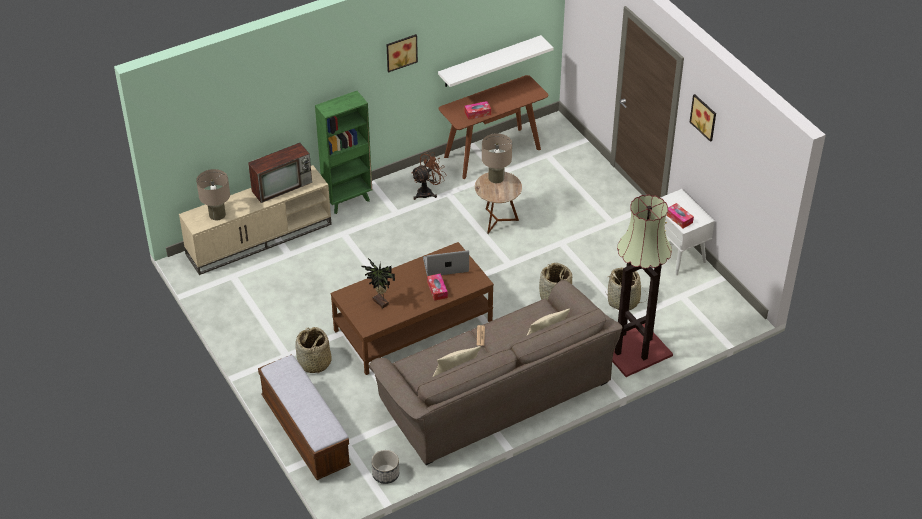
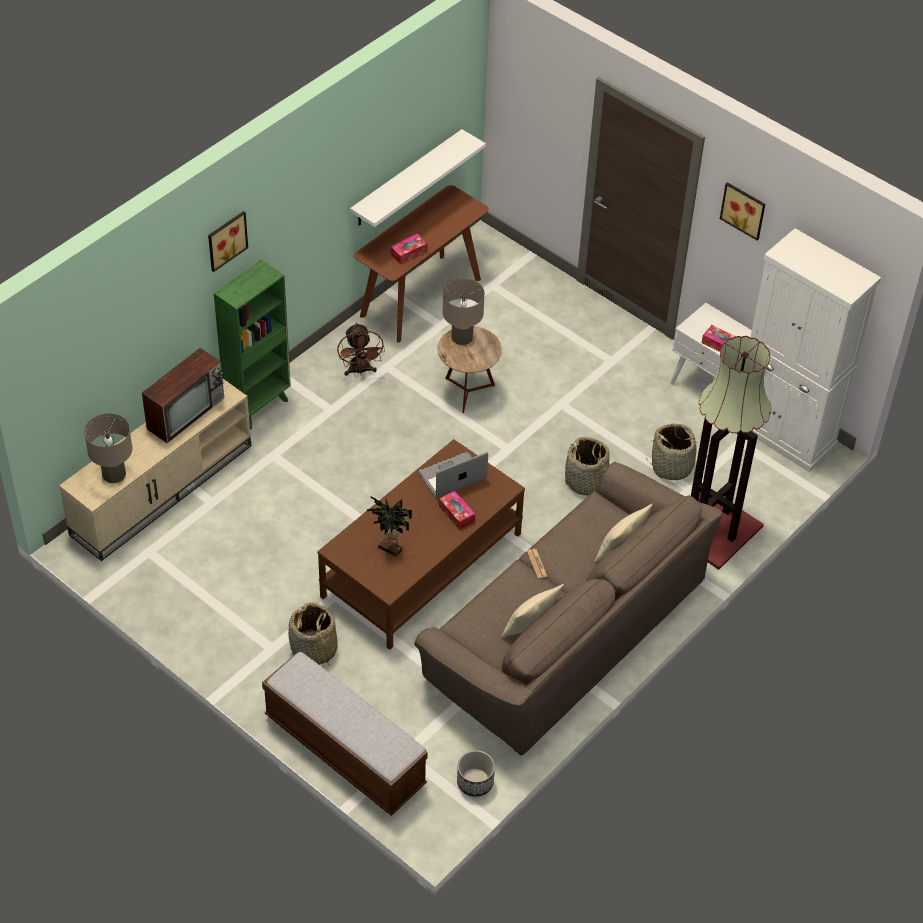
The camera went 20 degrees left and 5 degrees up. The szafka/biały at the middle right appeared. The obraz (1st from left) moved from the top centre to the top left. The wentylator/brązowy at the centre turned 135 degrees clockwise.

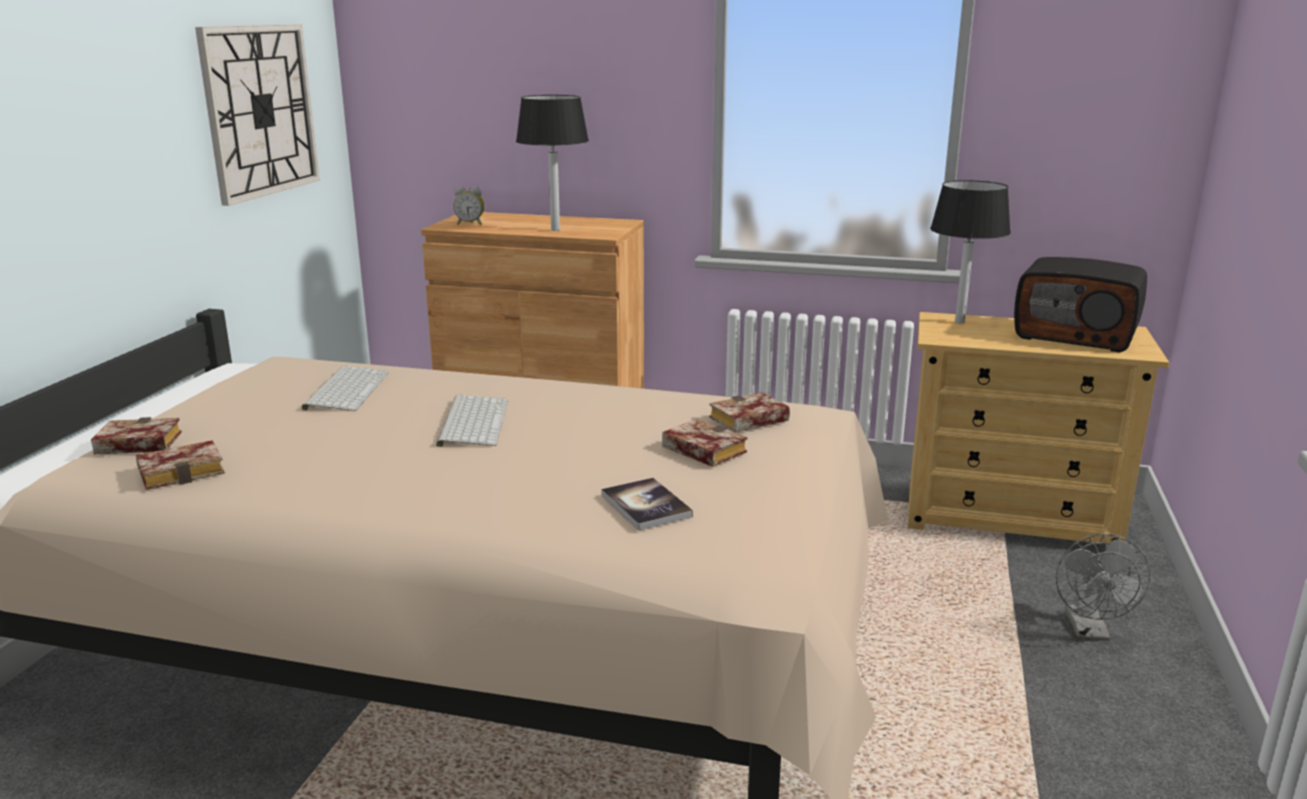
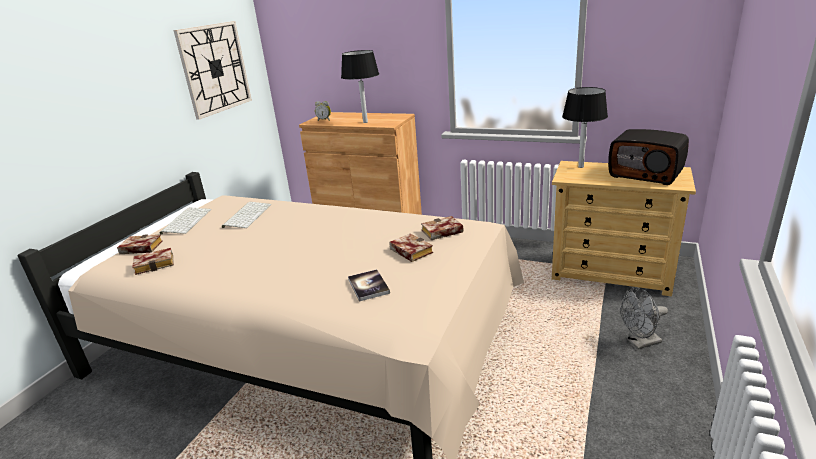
The camera went 10 degrees right and 5 degrees up. The klawiatura (2nd from left in the first image) moved from the centre to the middle left. The wentylator/szary at the bottom right turned 60 degrees clockwise.

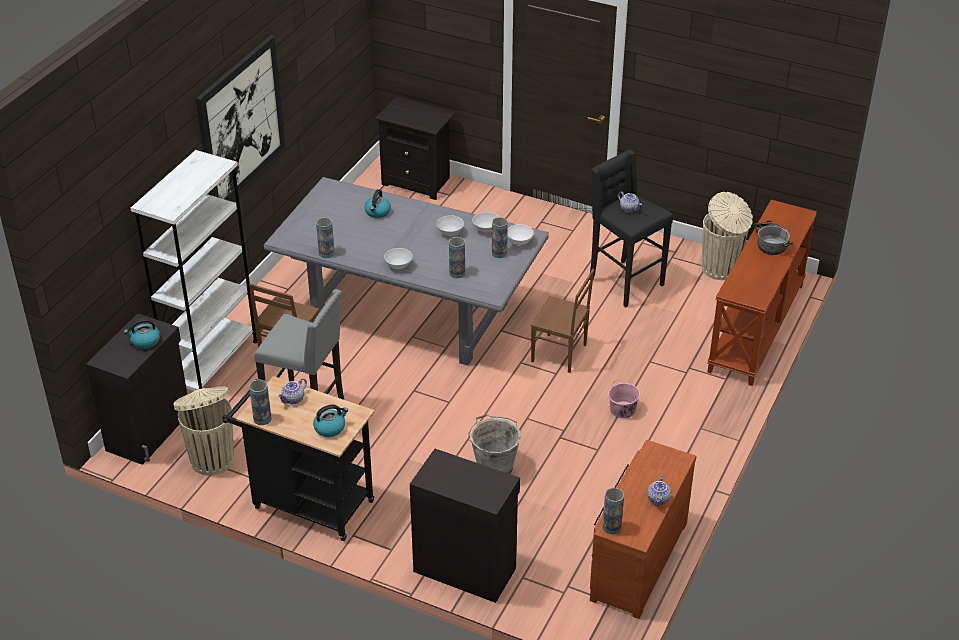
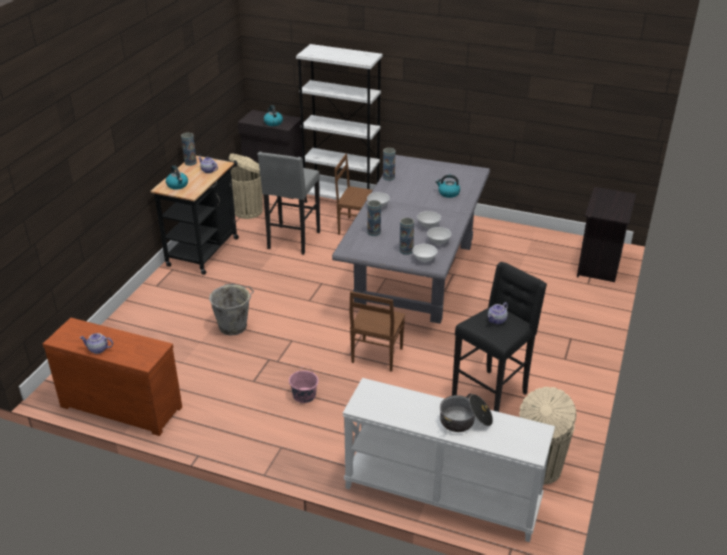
The camera went 85 degrees right and 5 degrees down. The obraz at the top left disappeared. The szafka/czarny (2nd from left) at the bottom centre disappeared. The wazon (5th from left) at the bottom centre disappeared. The stolik konsolowy/brązowy at the middle right became the stolik konsolowy/biały at the bottom centre.

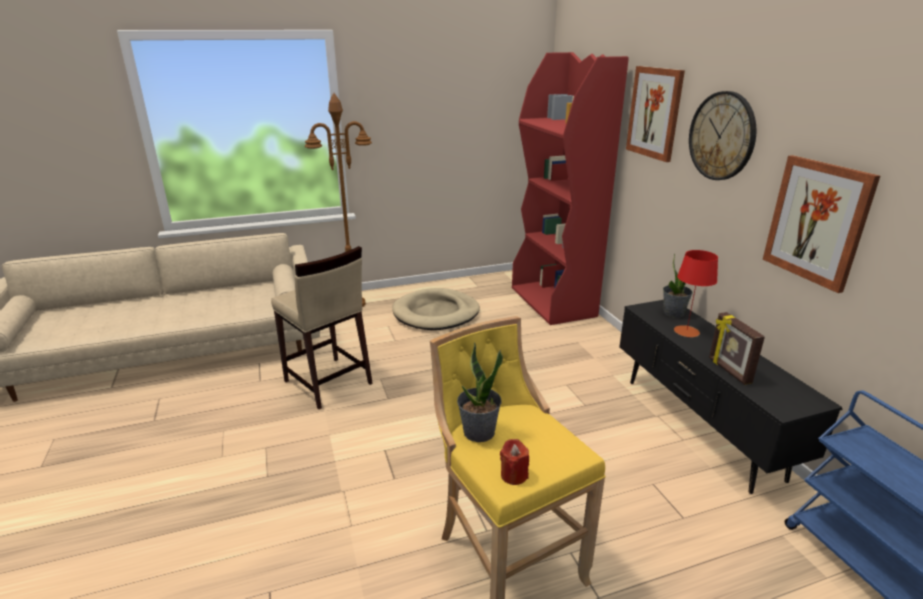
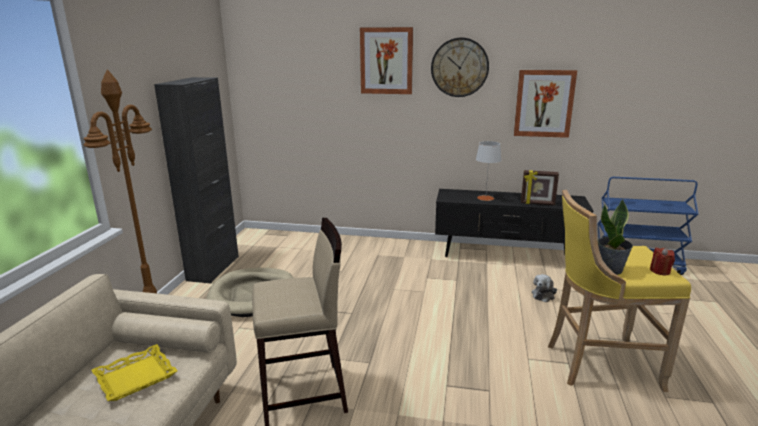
The camera went 60 degrees left and 5 degrees down. The regał/czerwony at the top centre disappeared. The roślina doniczkowa (2nd from left) at the middle right disappeared. The taca/żółty at the bottom left appeared. The szafka/czarny at the middle left appeared. The pluszak at the bottom right appeared. The lampa stołowa/czerwony at the middle right became the lampa stołowa/szary at the centre.

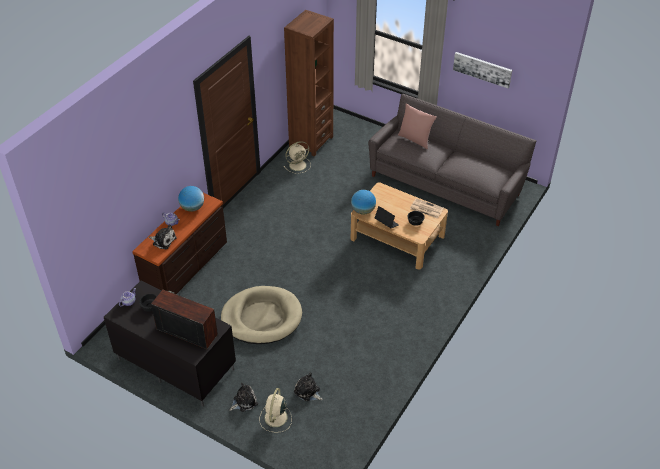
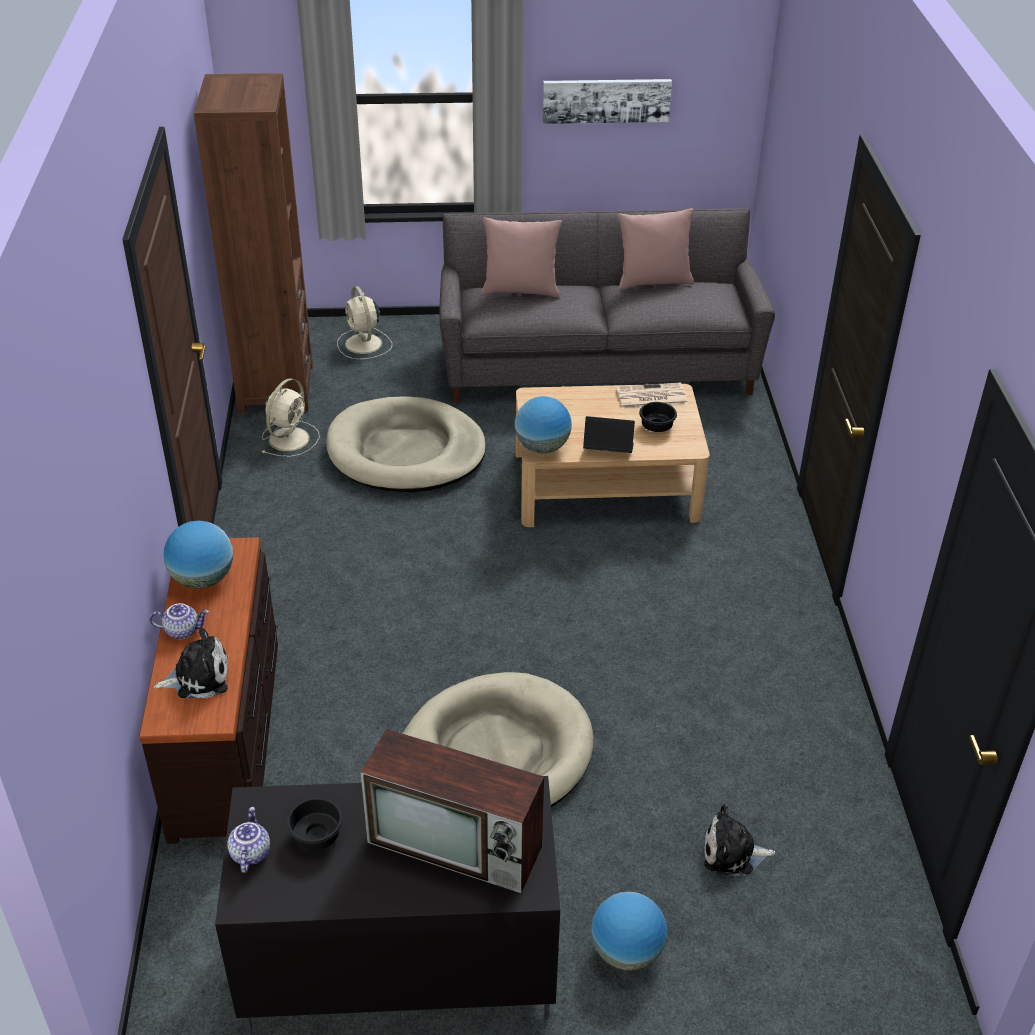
The camera went 35 degrees left and 5 degrees down. The legowisko/beżowy (1st from left) at the centre appeared. The poduszka/różowy (2nd from left) at the top centre appeared. The wentylator/beżowy (1st from left in the first image) moved from the bottom centre to the top centre. The pluszak (2nd from left) at the bottom centre was replaced by the globus (3rd from left) at the bottom centre. The telewizor at the bottom left turned 150 degrees counterclockwise.

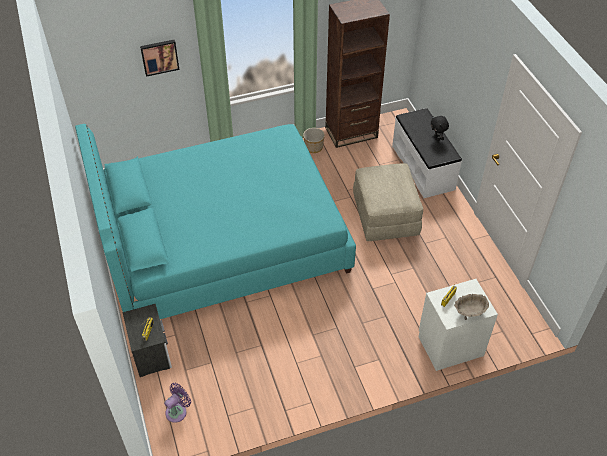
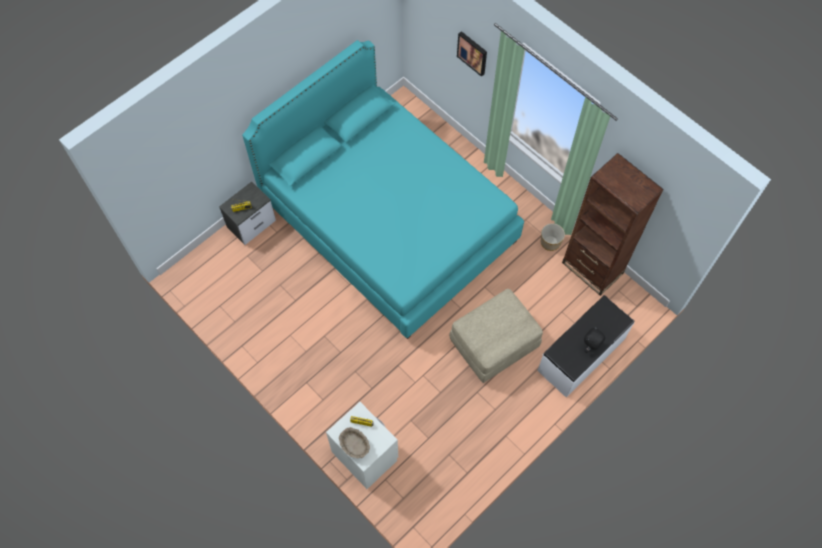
The camera went 65 degrees right and 15 degrees up. The wentylator/fioletowy at the bottom left disappeared.

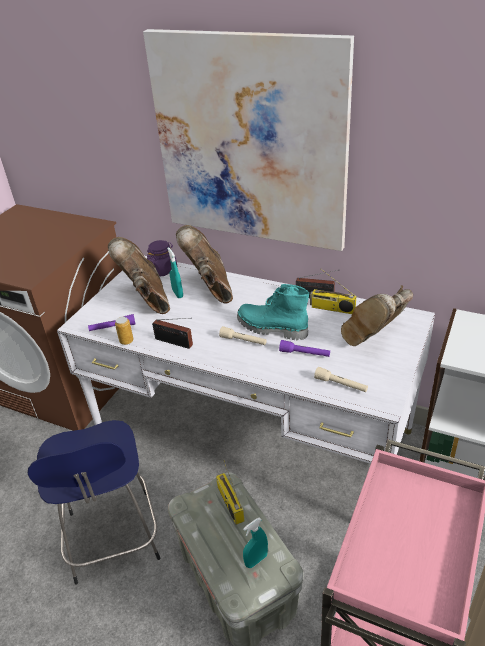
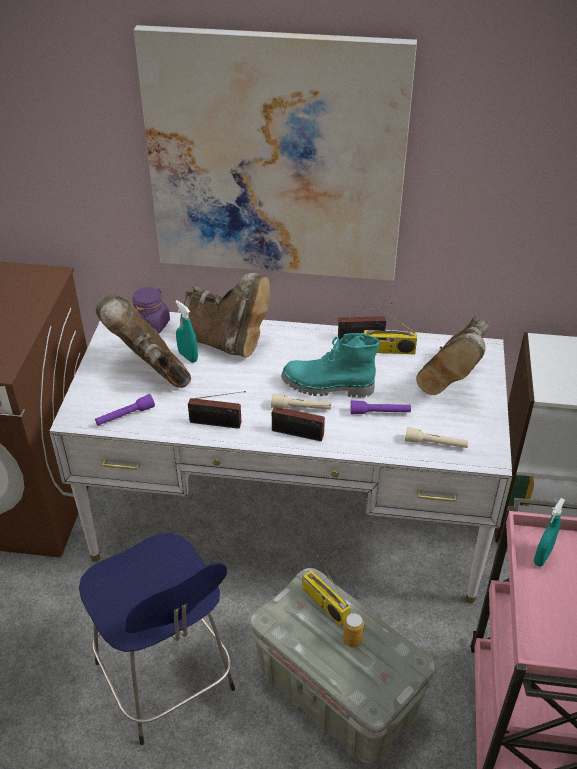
The camera went 20 degrees left and 5 degrees up. The radio (2nd from left) at the centre appeared. The puszka moved from the middle left to the bottom centre. The spryskiwacz/turkusowy (2nd from left) moved from the bottom centre to the bottom right. The but z cholewką/brązowy (2nd from left) at the centre turned 150 degrees clockwise.

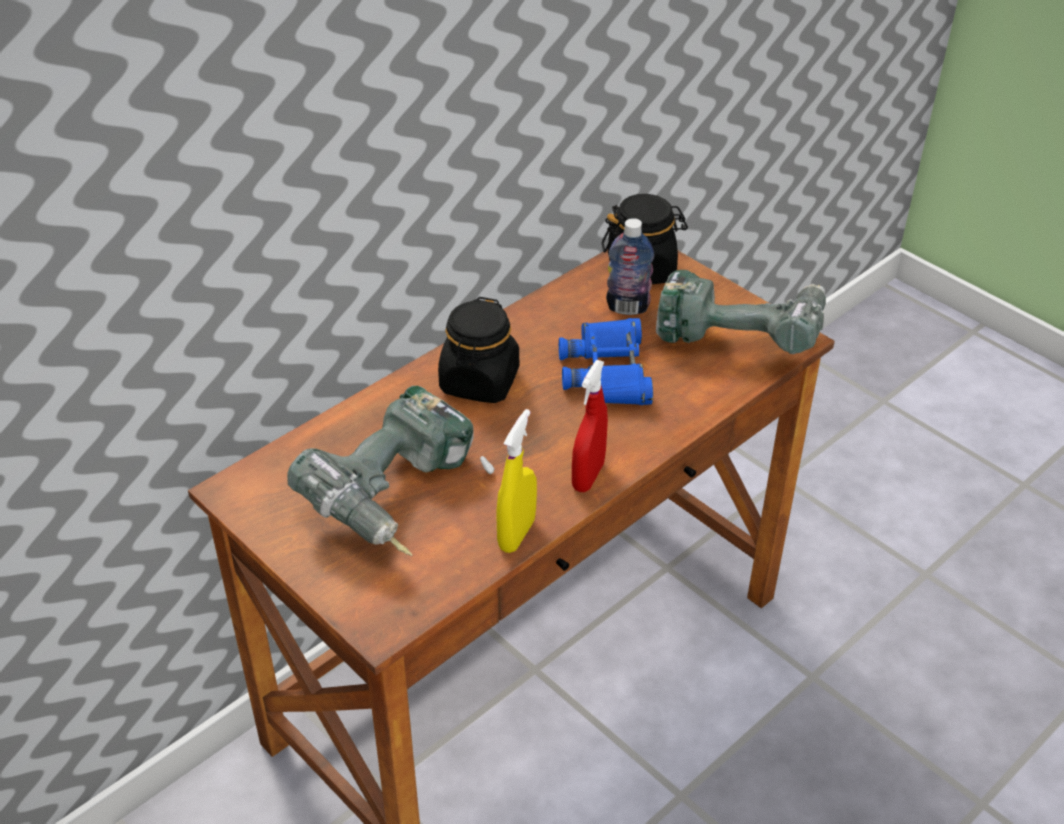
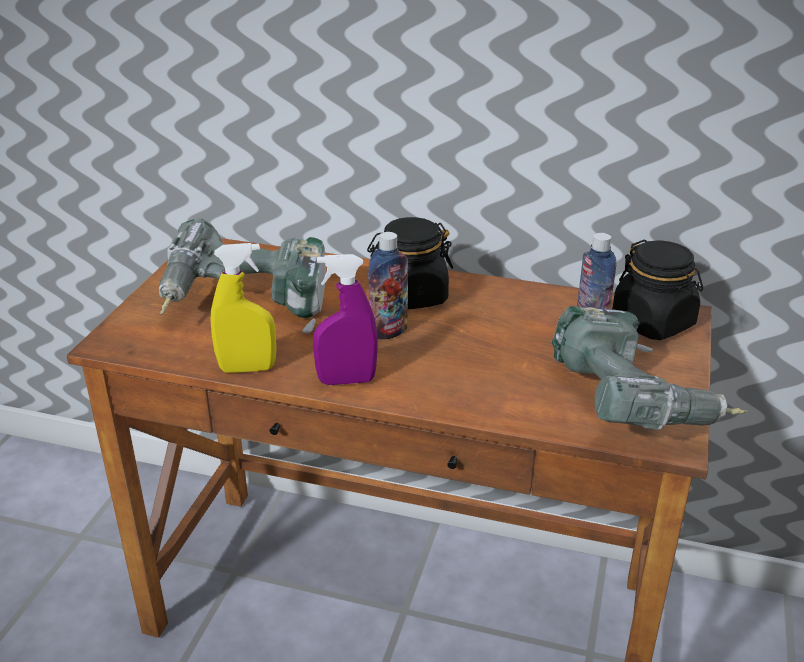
The camera went 60 degrees right and 10 degrees down. The lornetka/niebieski at the centre disappeared. The butelka (1st from left) at the centre appeared. The spryskiwacz/czerwony at the centre became the spryskiwacz/fioletowy at the centre.

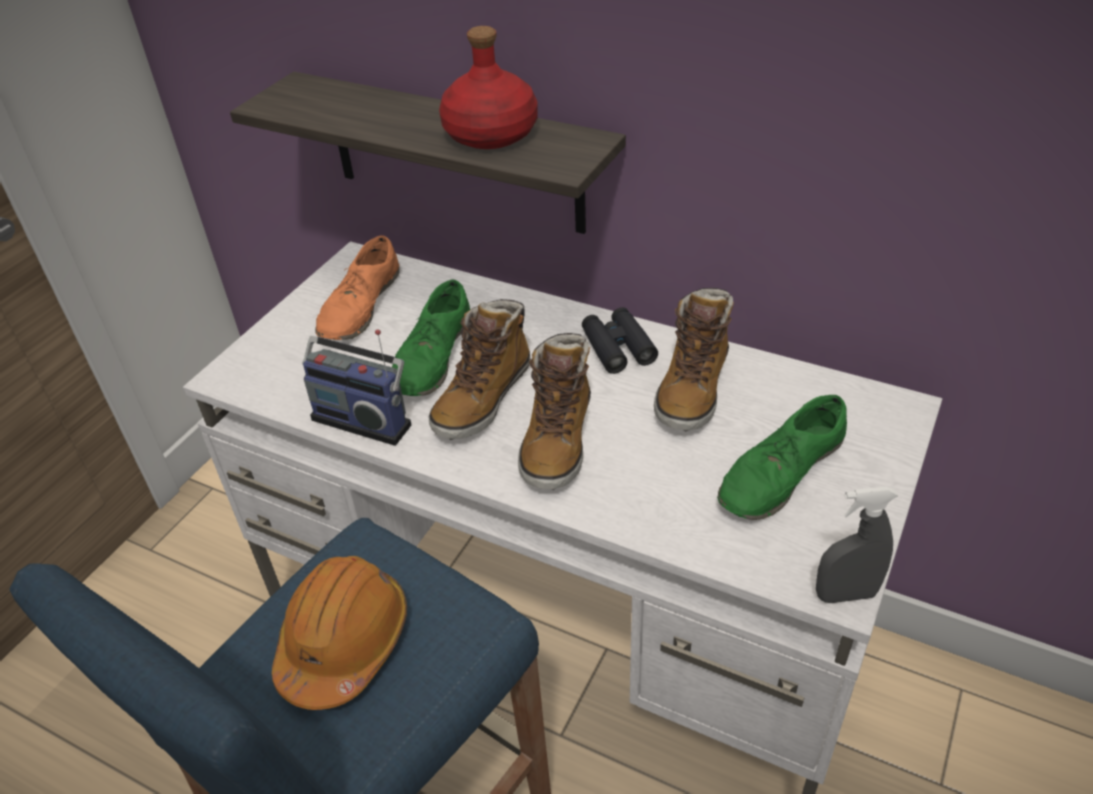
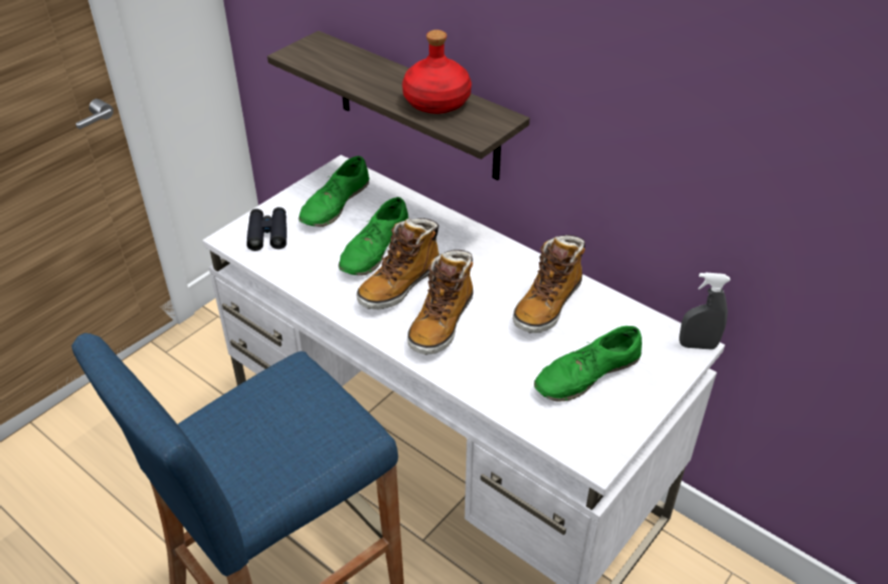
The camera went 10 degrees right and 0 degrees up. The kask/pomarańczowy at the bottom left disappeared. The radio at the middle left disappeared. The lornetka/czarny moved from the centre to the middle left. The spryskiwacz/szary moved from the bottom right to the middle right. The but/pomarańczowy at the middle left became the but/zielony (1st from left) at the top centre.

